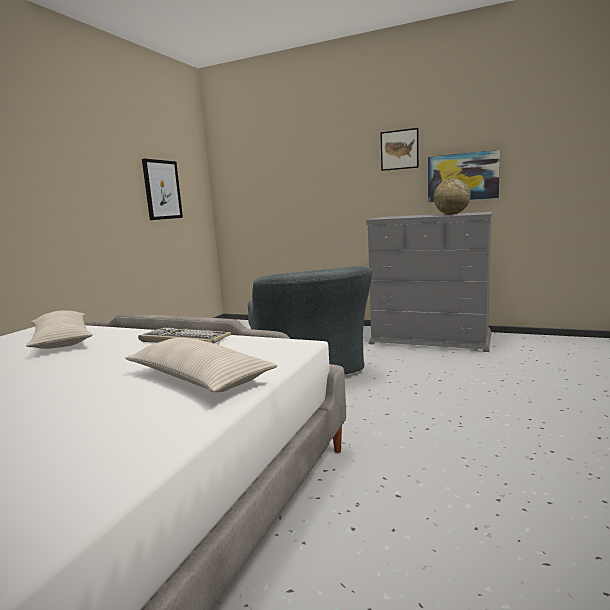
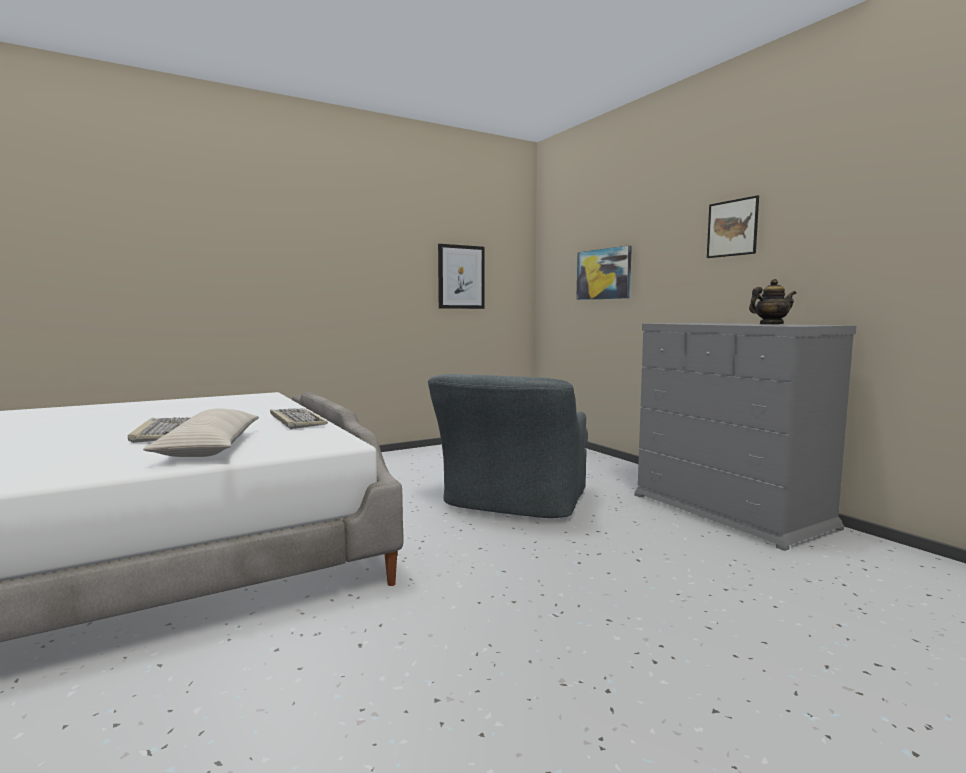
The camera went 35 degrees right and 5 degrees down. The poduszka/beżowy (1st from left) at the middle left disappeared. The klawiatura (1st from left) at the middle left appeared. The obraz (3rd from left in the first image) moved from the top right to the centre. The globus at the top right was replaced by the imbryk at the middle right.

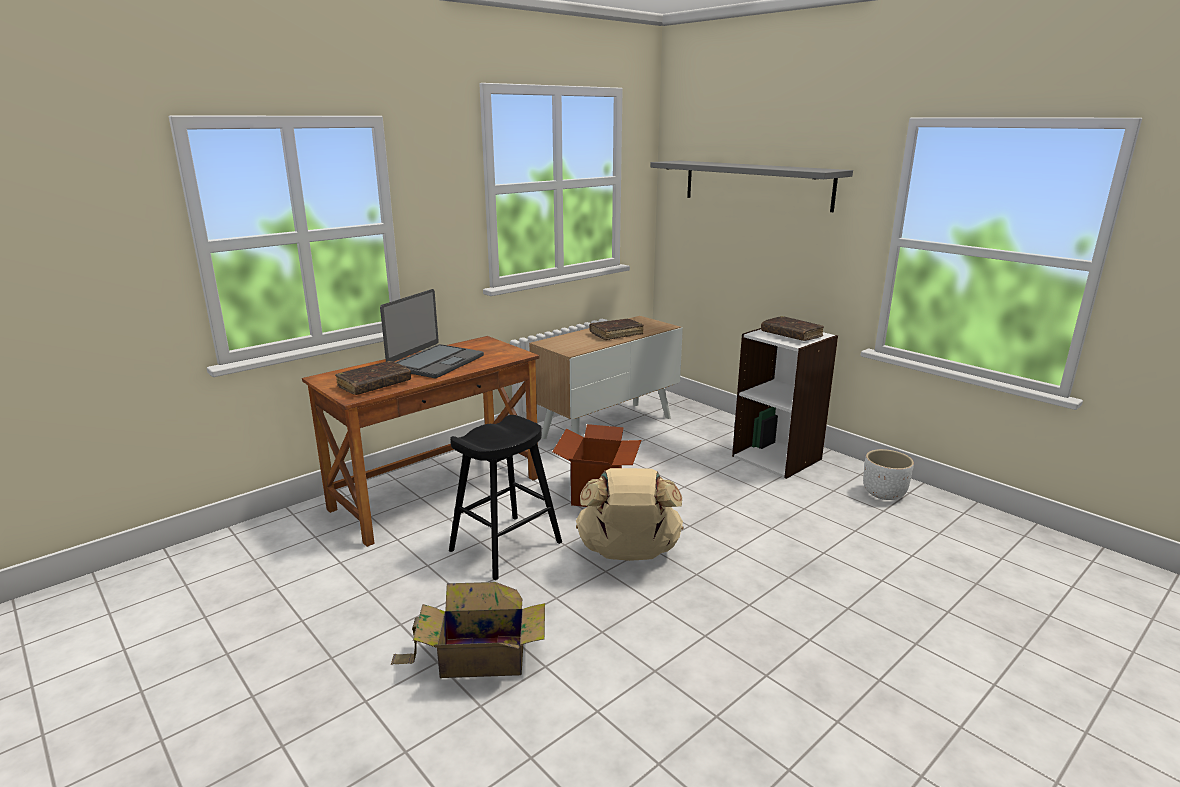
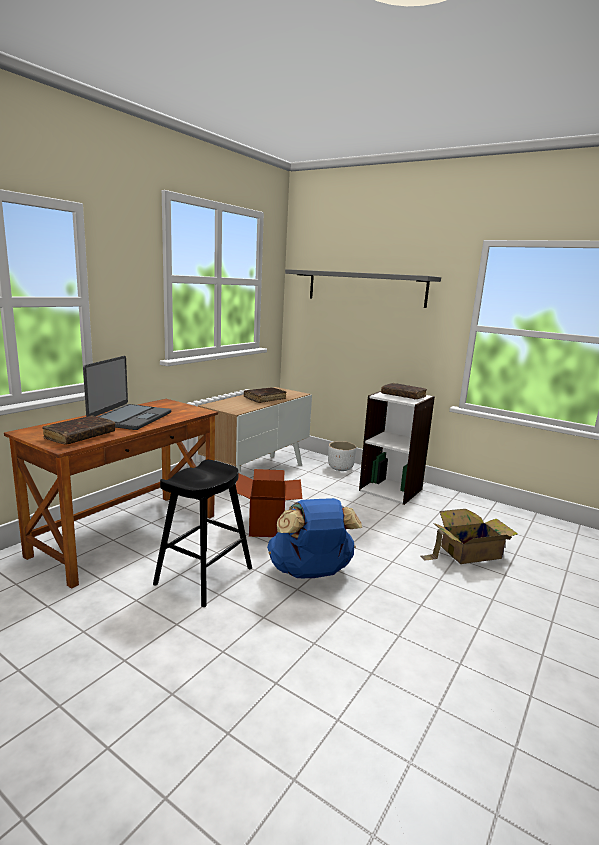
The camera went 15 degrees left and 5 degrees down. The karton (1st from left in the first image) moved from the bottom centre to the middle right. The donica/biały moved from the middle right to the centre. The plecak/beżowy at the centre became the plecak/niebieski at the centre.

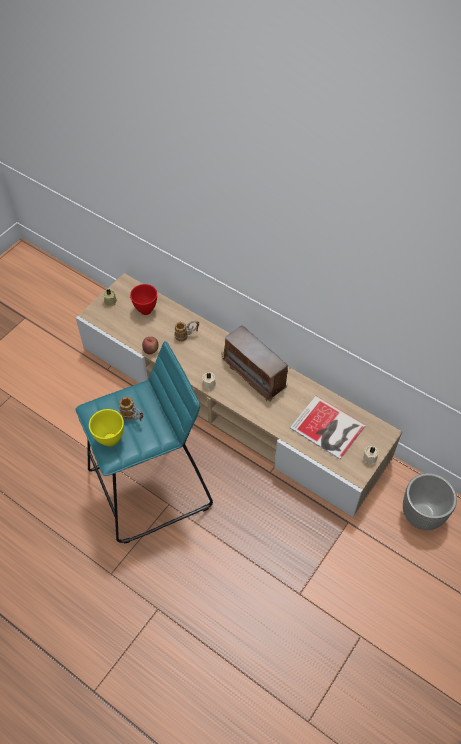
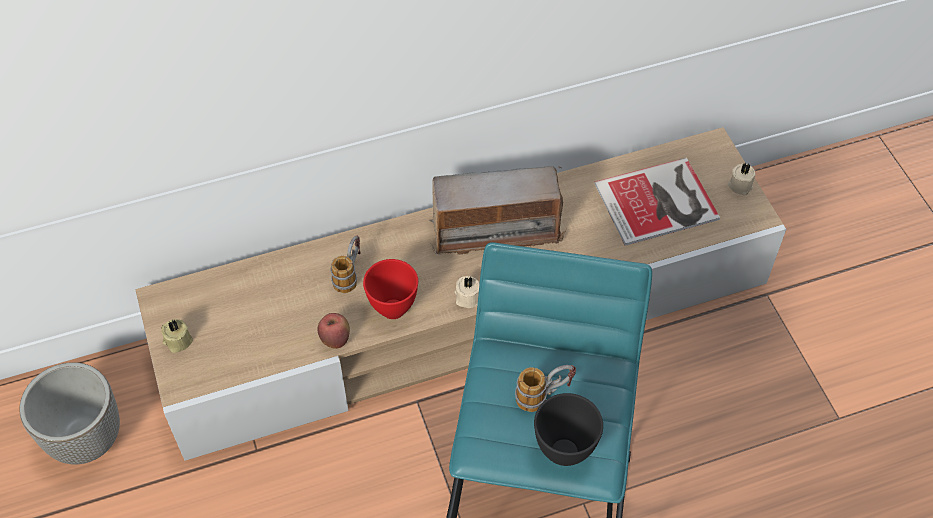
The camera went 55 degrees left and 0 degrees up. The miska/czerwony moved from the middle left to the centre. The donica moved from the bottom right to the bottom left. The miska/żółty at the middle left became the miska/czarny at the bottom centre.

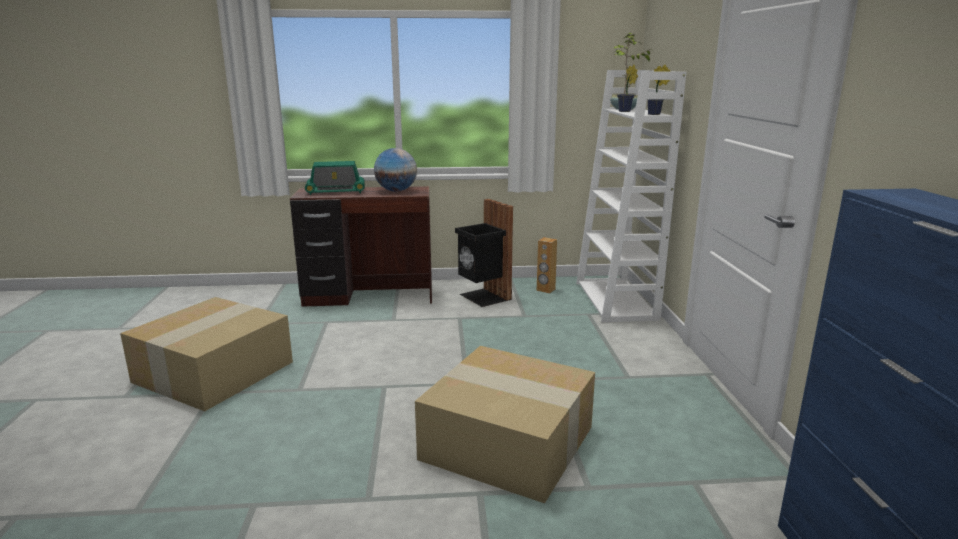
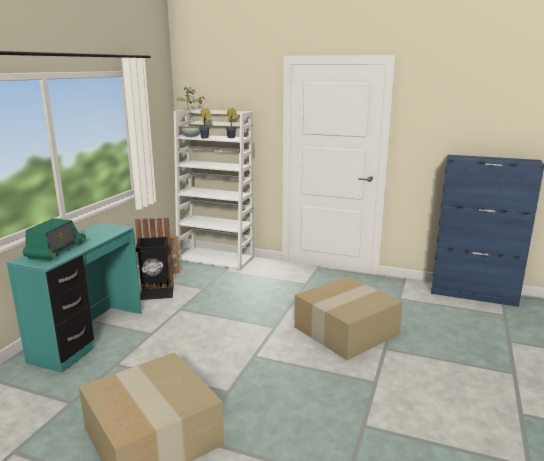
The camera went 65 degrees left and 0 degrees up. The globus at the top centre disappeared. The biurko/brązowy at the centre became the biurko/turkusowy at the middle left.

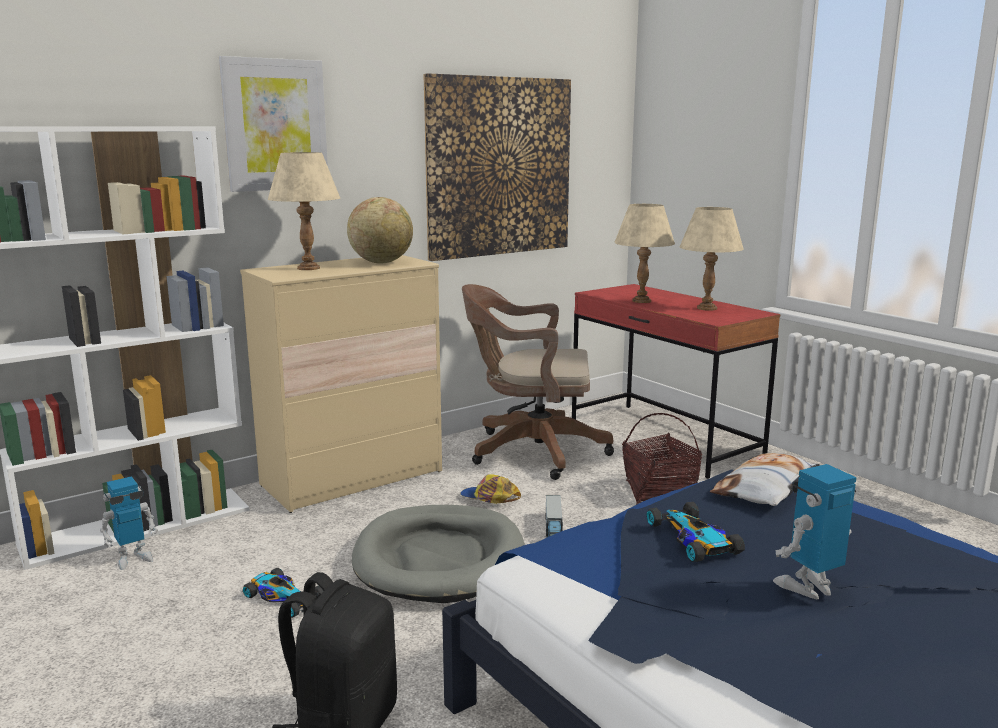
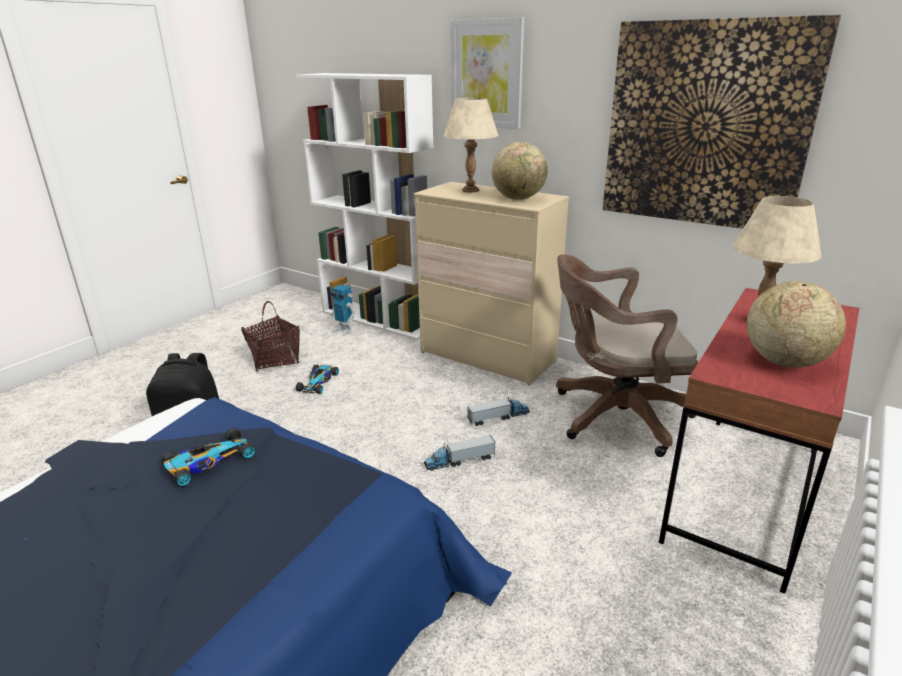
The camera went 70 degrees right and 10 degrees up. The legowisko/szary at the bottom centre disappeared. The poduszka at the middle right disappeared. The robot zabawkowy (2nd from left) at the bottom right disappeared. The koszyk moved from the centre to the middle left. The czapka z daszkiem at the bottom centre was replaced by the ciężarówka zabawkowa (2nd from left) at the centre. The lampa stołowa/beżowy (3rd from left) at the middle right was replaced by the globus (2nd from left) at the middle right. The krzesło biurowe/brązowy at the centre turned 75 degrees counterclockwise.

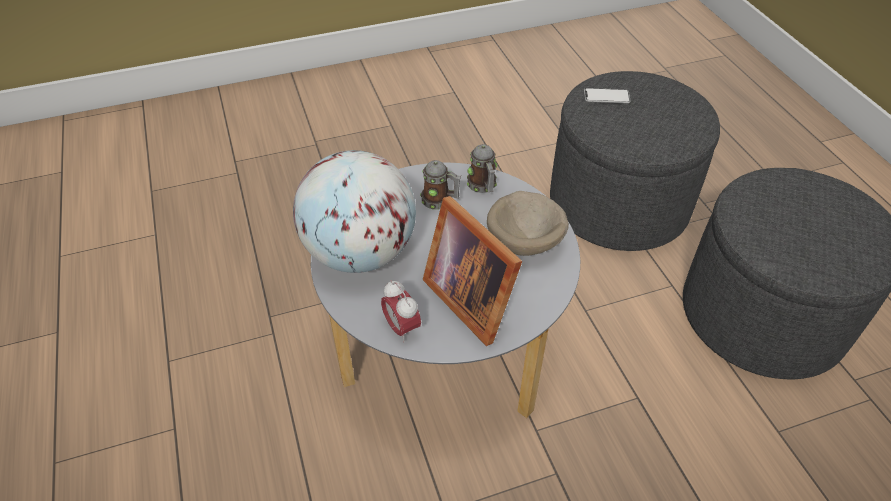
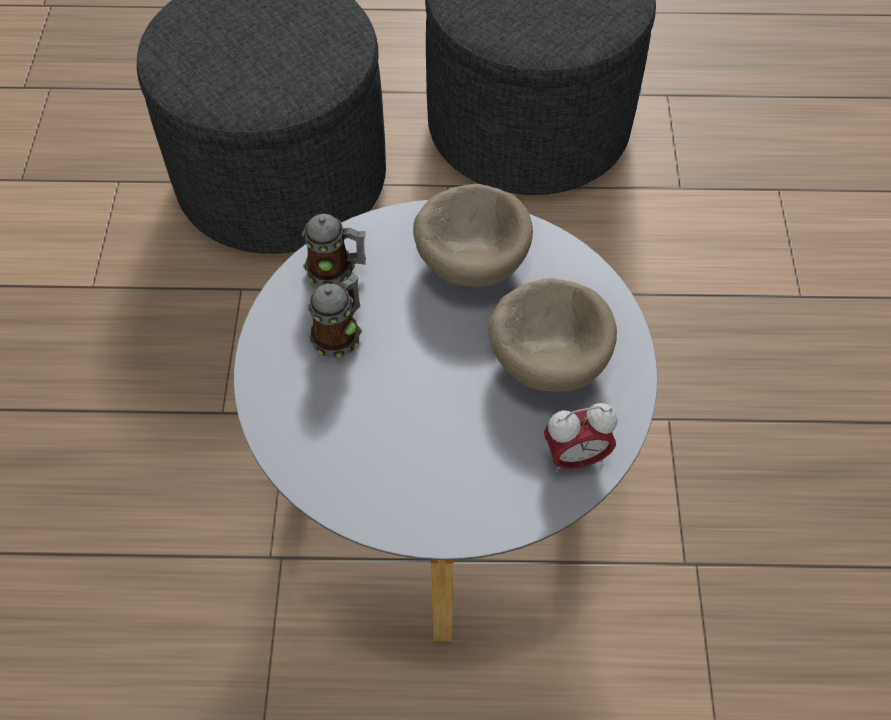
The camera went 70 degrees left and 10 degrees up. The globus at the centre disappeared. The telefon at the top right disappeared. The ramka na zdjęcie at the centre was replaced by the miska/beżowy (2nd from left) at the centre.

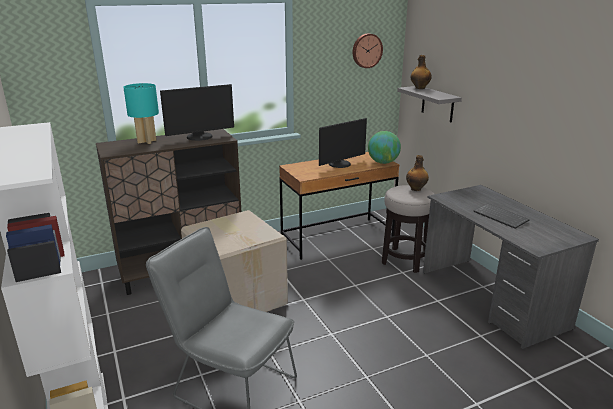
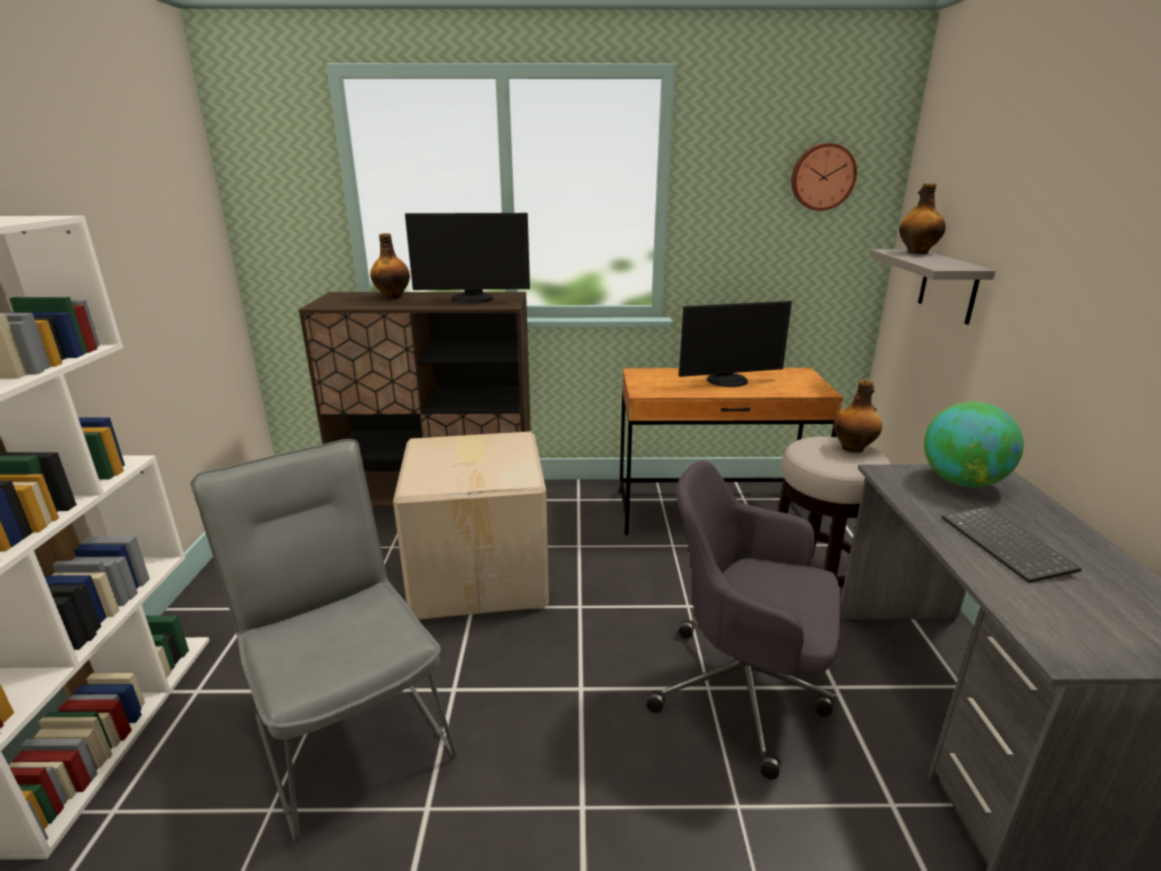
The camera went 25 degrees right and 0 degrees up. The krzesło biurowe/szary at the bottom centre appeared. The globus moved from the centre to the middle right. The lampa stołowa/turkusowy at the top left was replaced by the butelka (1st from left) at the top centre.

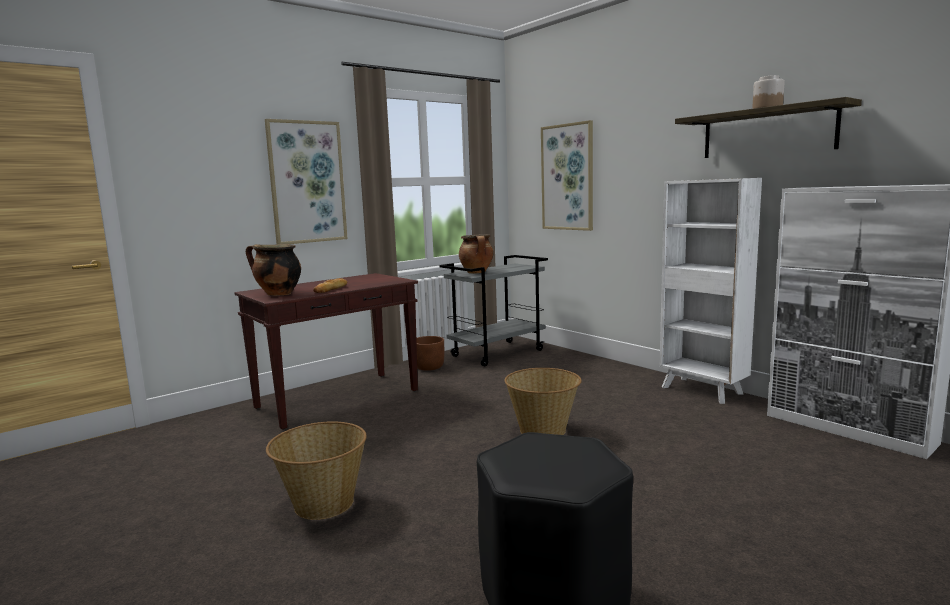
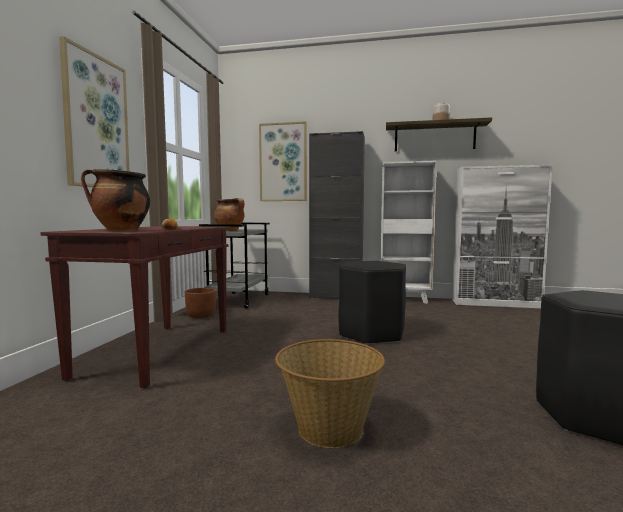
The camera went 40 degrees left and 5 degrees down. The szafka/czarny at the centre appeared. The koszyk (2nd from left) at the centre was replaced by the stołek/czarny (1st from left) at the centre.

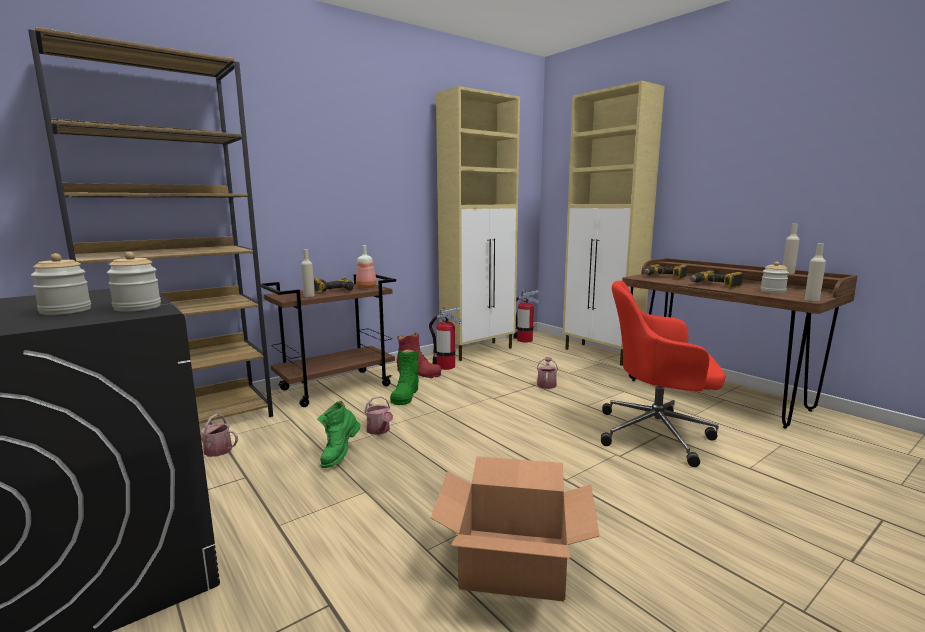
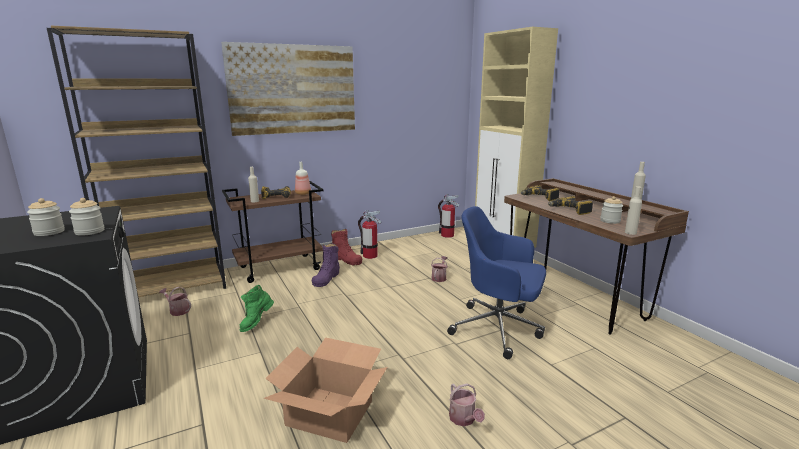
The camera went 10 degrees right and 5 degrees up. The szafka/beżowy (1st from left) at the centre disappeared. The obraz at the top centre appeared. The konewka (2nd from left in the first image) moved from the centre to the bottom centre. The but z cholewką/zielony (2nd from left) at the centre became the but z cholewką/fioletowy at the centre. The krzesło biurowe/czerwony at the middle right became the krzesło biurowe/niebieski at the centre.

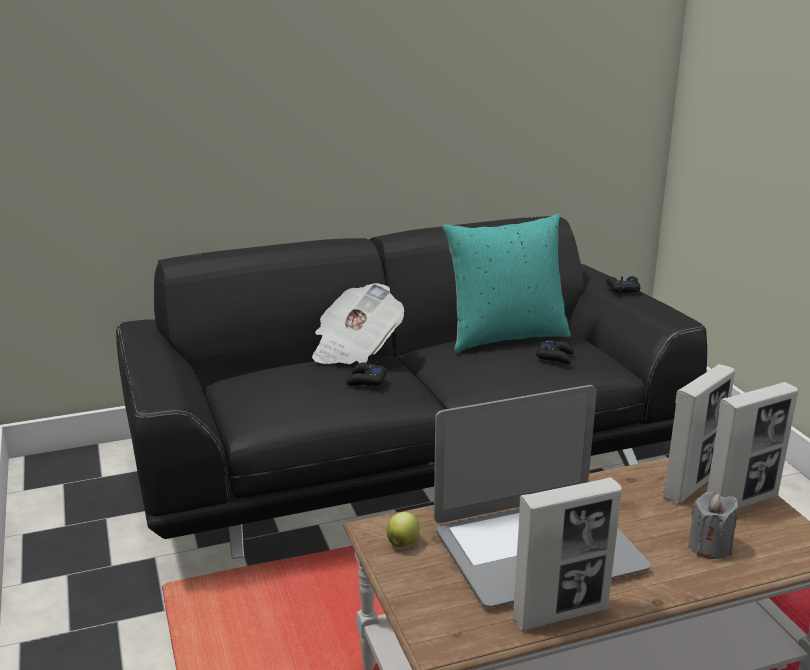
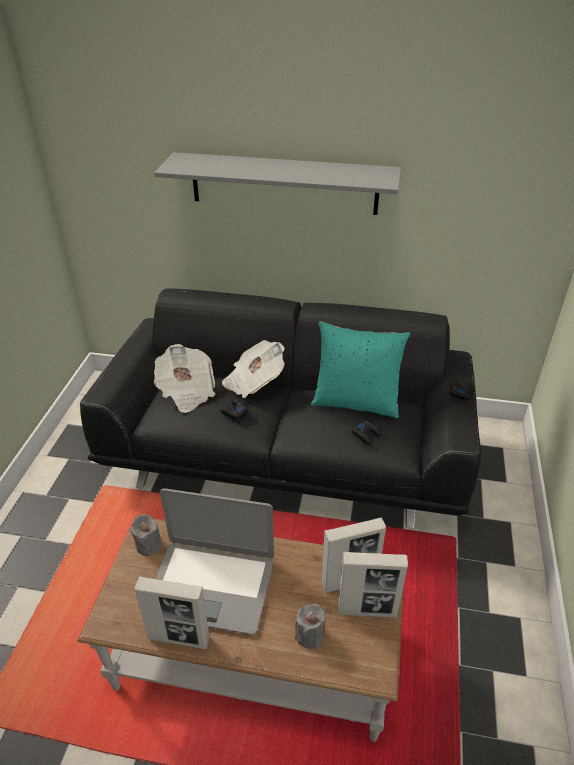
The camera went 30 degrees right and 15 degrees up. The półka/szary at the top centre appeared. The gazeta (1st from left) at the middle left appeared. The jabłko at the bottom centre was replaced by the świeca/szary (1st from left) at the bottom left.

